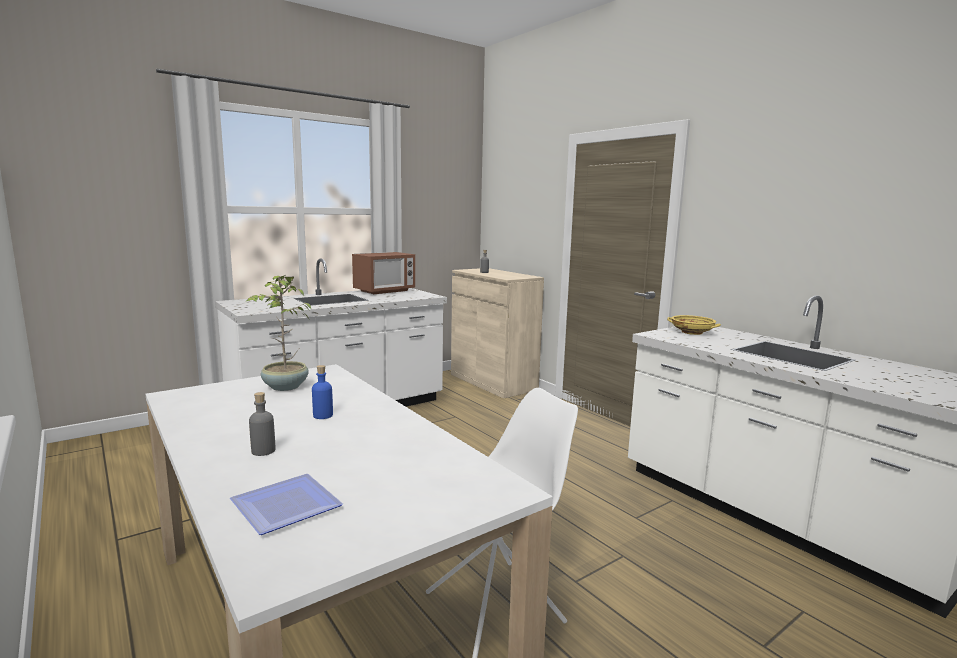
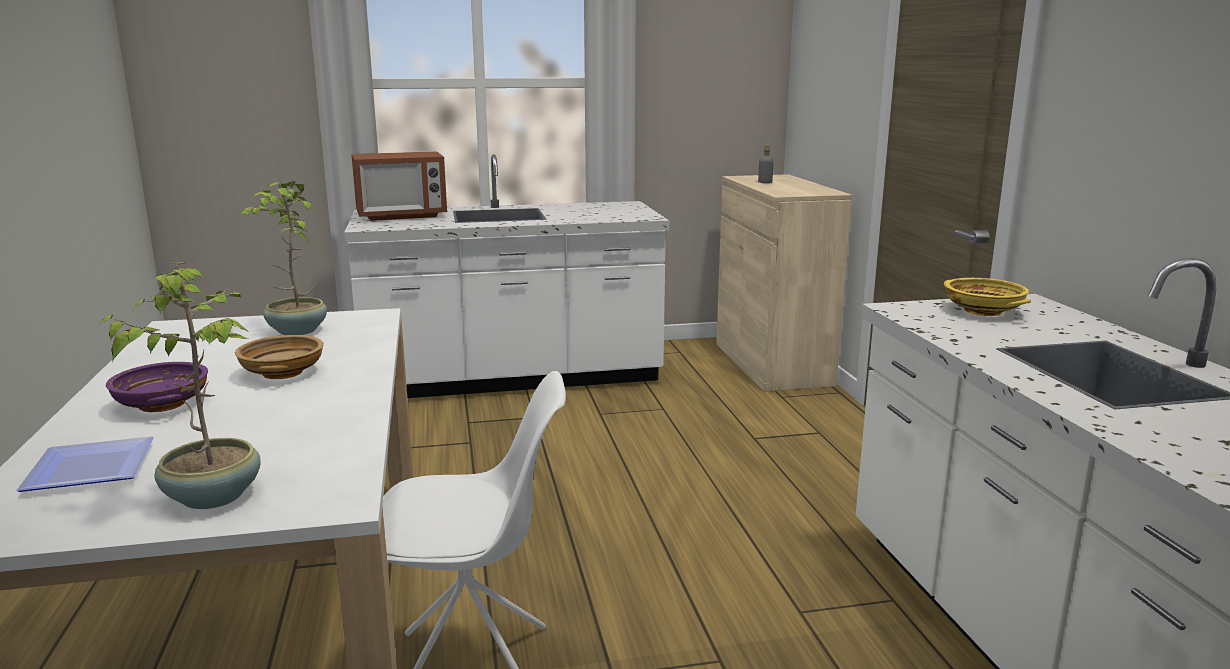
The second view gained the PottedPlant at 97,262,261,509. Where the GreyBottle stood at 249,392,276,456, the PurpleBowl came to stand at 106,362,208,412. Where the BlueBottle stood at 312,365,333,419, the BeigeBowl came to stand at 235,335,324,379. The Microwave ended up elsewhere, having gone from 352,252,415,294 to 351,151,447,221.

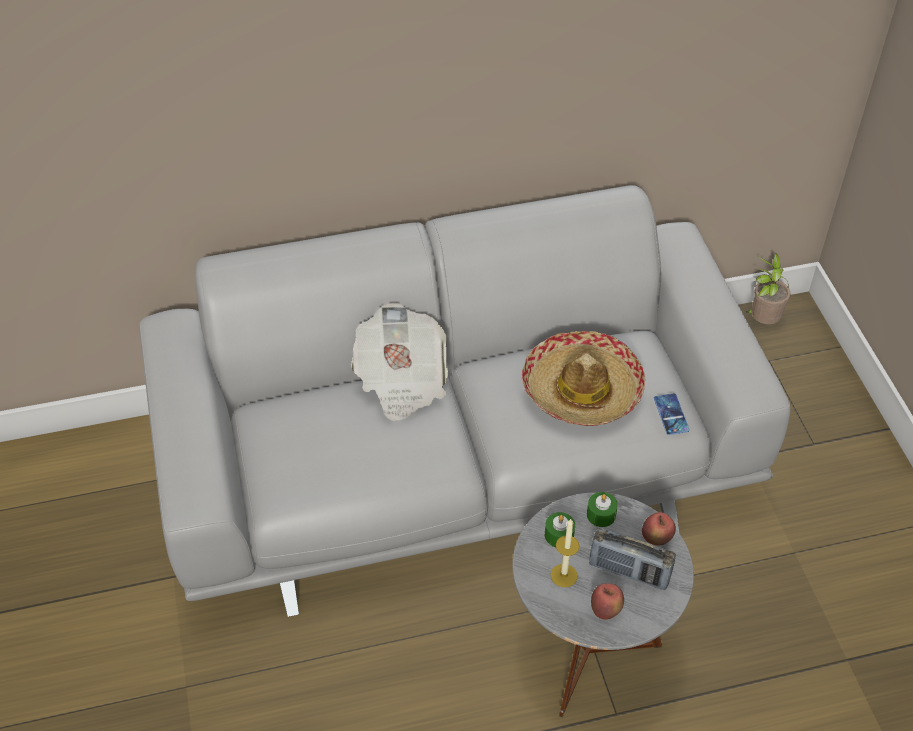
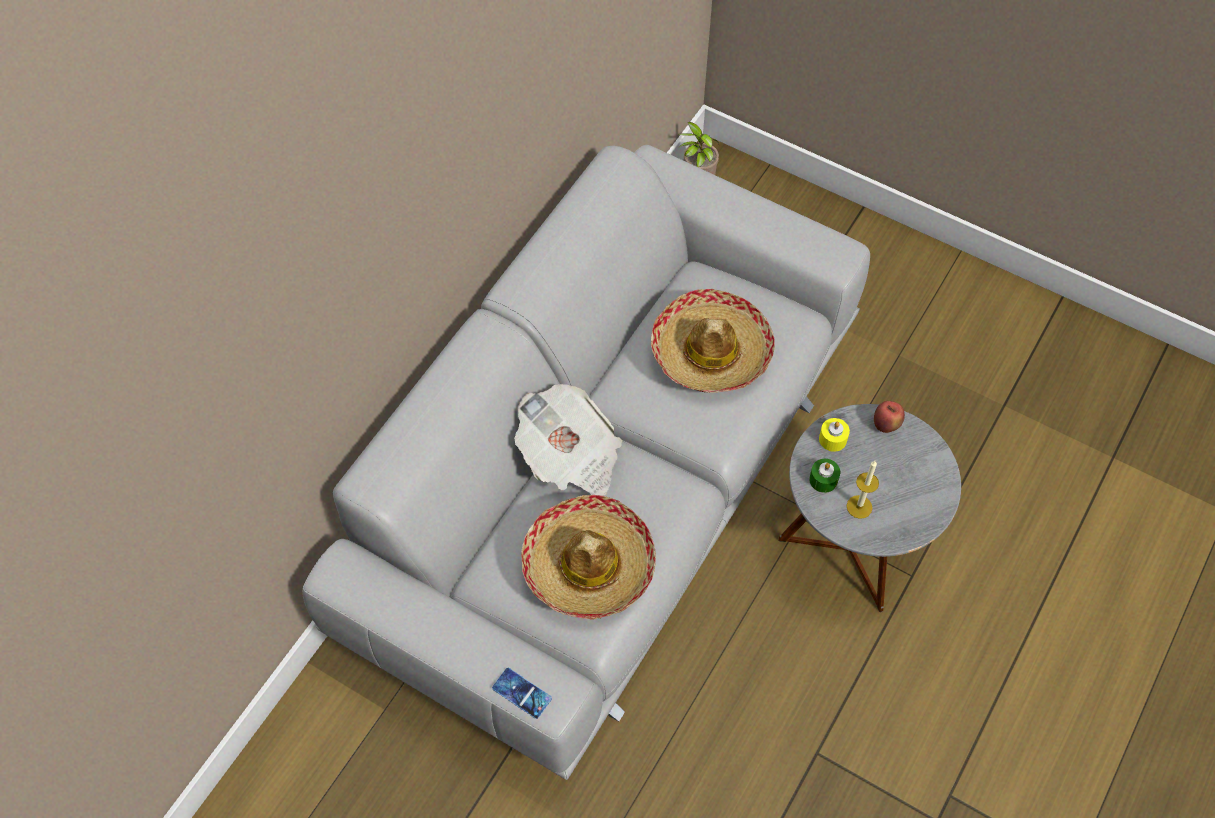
The Phone ended up elsewhere, having gone from 654,393,690,435 to 492,668,552,719. The second view gained the Hat at 521,495,656,620. What was the GreenCandle at 587,492,618,527 turned into the YellowCandle at 819,418,850,452. The second view lost the Radio at 589,528,676,590. The second view lost the Apple at 591,583,624,620.

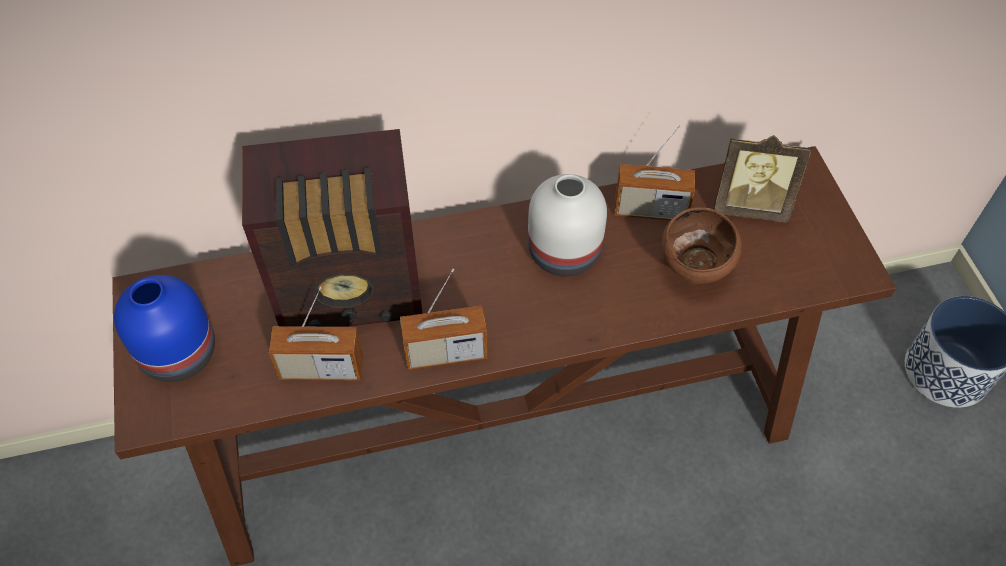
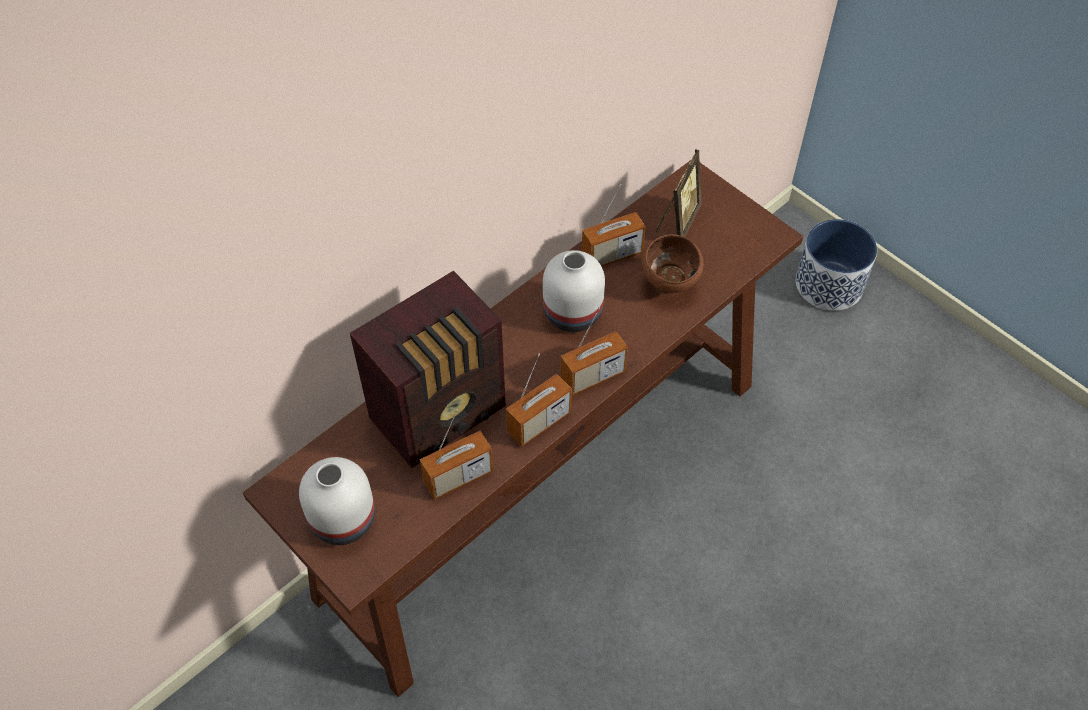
What was the BlueVase at 114,275,215,382 turned into the WhiteVase at 299,457,375,545. The second view gained the Radio at 560,307,628,396. The PictureFrame at 713,135,812,222 ended up facing another way, 45 degrees counterclockwise from before.

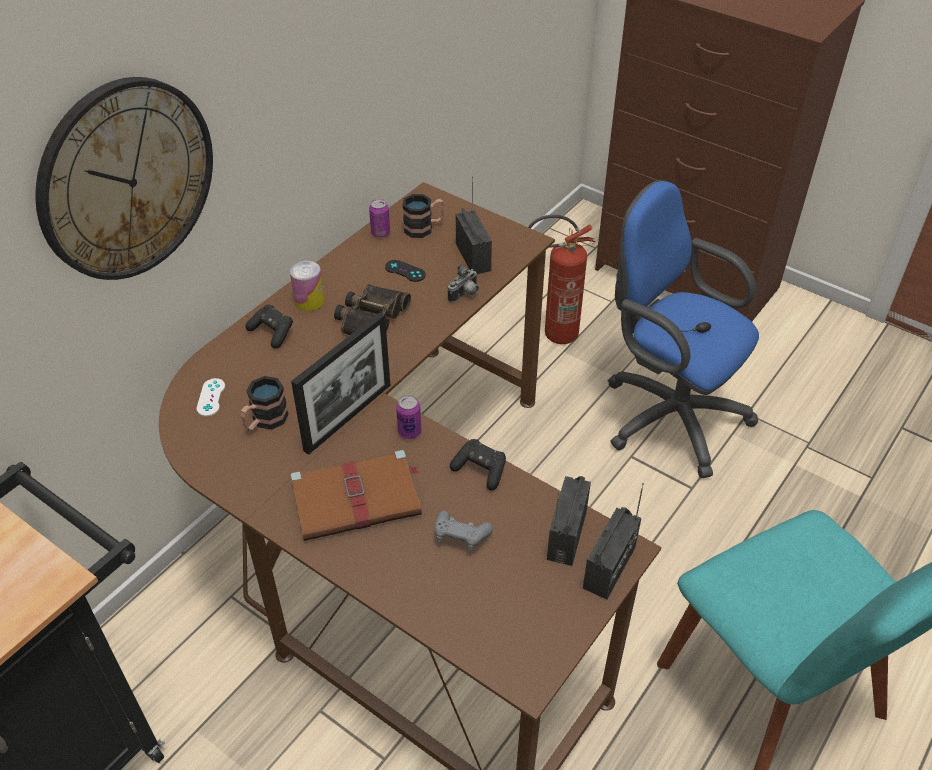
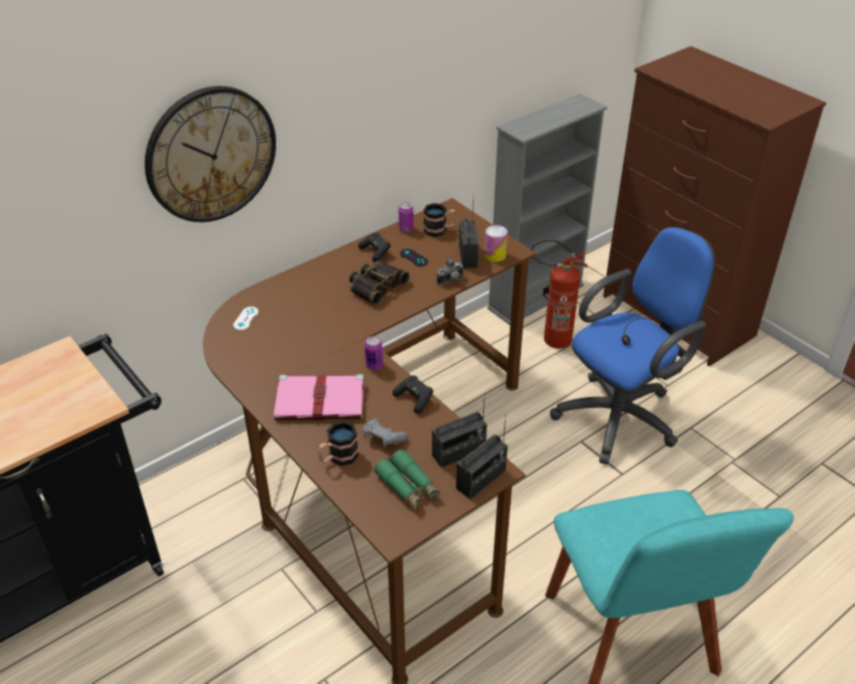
What was the BrownBook at 291,450,422,541 turned into the PinkBook at 274,374,371,420. The Mug ended up elsewhere, having gone from 241,376,289,431 to 318,421,358,466. The BlackGameController ended up elsewhere, having gone from 246,305,293,348 to 358,233,391,262. The second view gained the GreenBinoculars at 374,450,440,510. The Radio at 547,476,591,566 ended up facing another way, 150 degrees counterclockwise from before. The Can ended up elsewhere, having gone from 290,261,325,311 to 484,225,508,262. The second view gained the GreyBookcase at 487,94,607,325. The BlueOfficeChair at 607,180,759,478 ended up facing another way, 90 degrees clockwise from before. The second view lost the PictureFrame at 291,312,390,455.

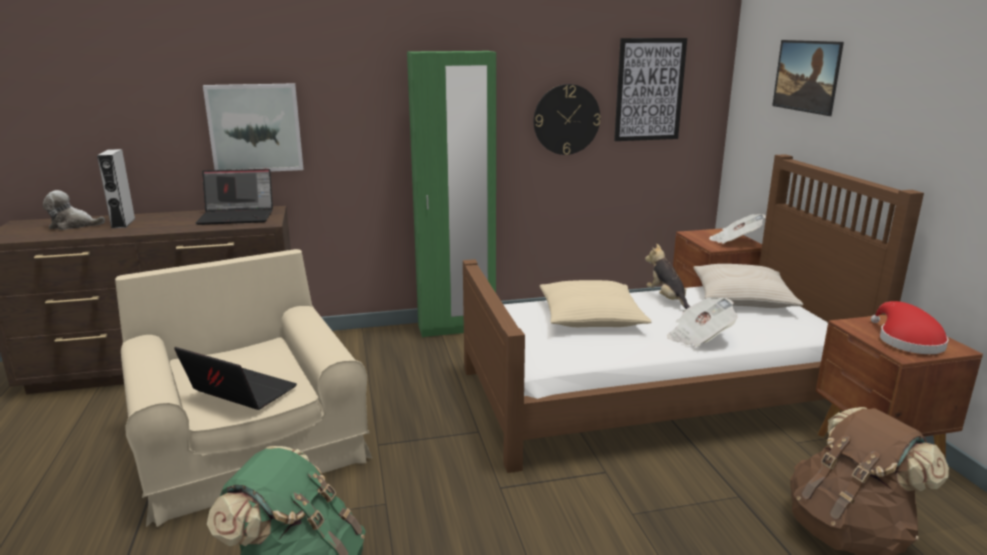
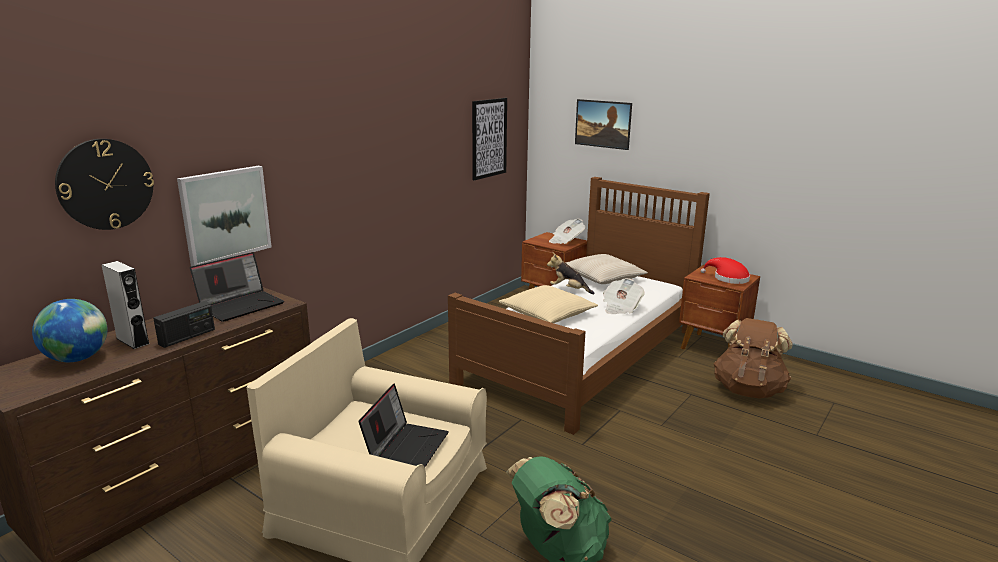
Where the PlushToy stood at 43,190,105,230, the Globe came to stand at 32,299,107,362. The WallClock ended up elsewhere, having gone from 534,84,600,155 to 55,139,154,230. The second view gained the Radio at 153,301,215,348. The Laptop at 174,347,297,410 ended up facing another way, 120 degrees clockwise from before. The second view lost the GreenWardrobe at 407,51,496,337.

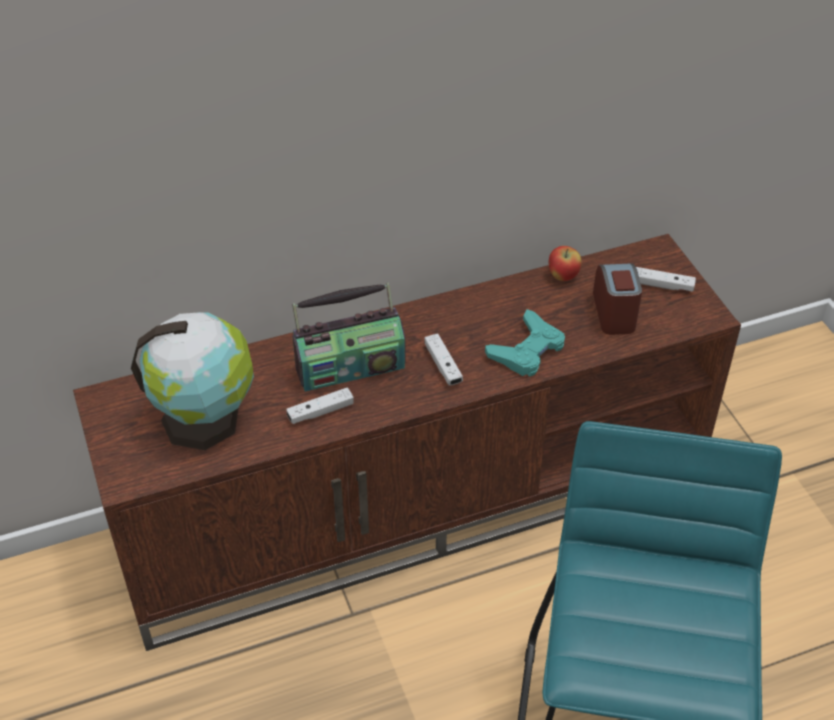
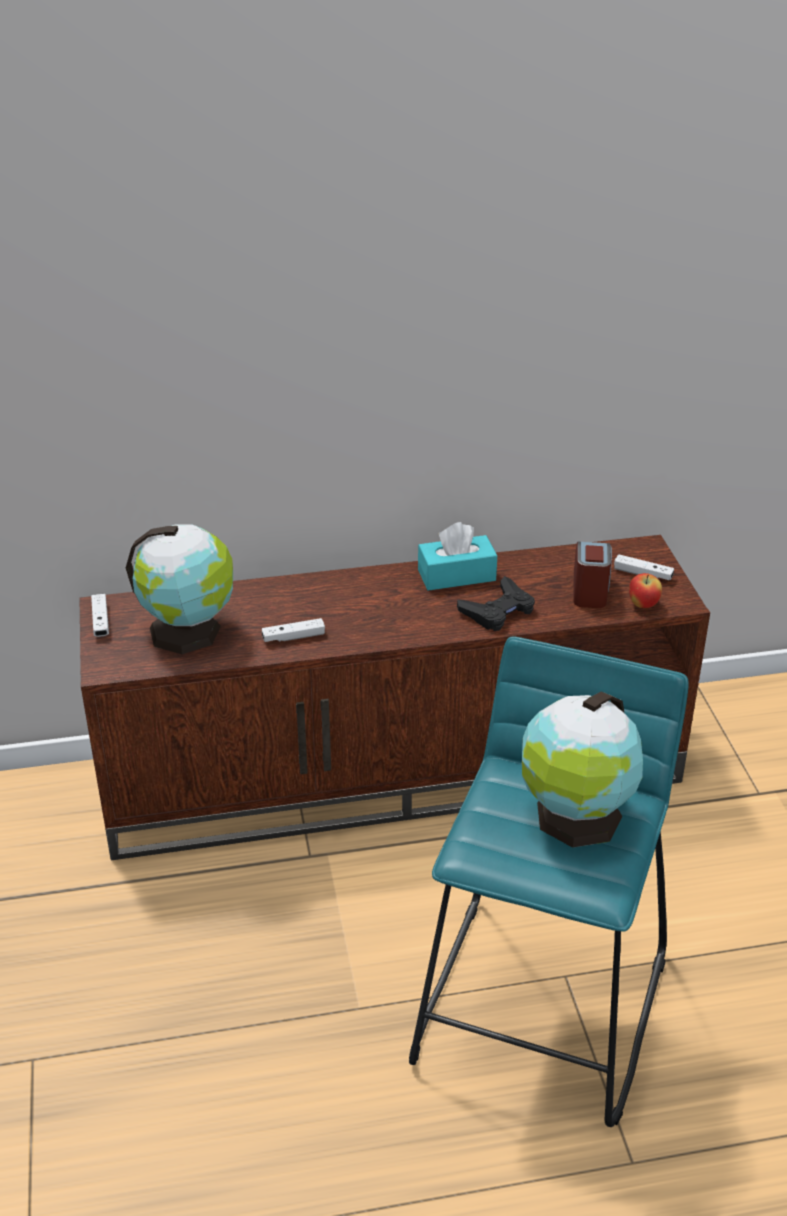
The WhiteGameController ended up elsewhere, having gone from 424,334,463,385 to 91,594,109,637. The second view gained the TurquoiseTissueBox at 418,522,497,591. What was the TurquoiseGameController at 485,309,565,377 turned into the BlackGameController at 457,576,535,631. The second view gained the Globe at 522,691,643,848. The Apple ended up elsewhere, having gone from 549,246,581,281 to 629,573,662,608. The second view lost the Radio at 292,283,406,391.

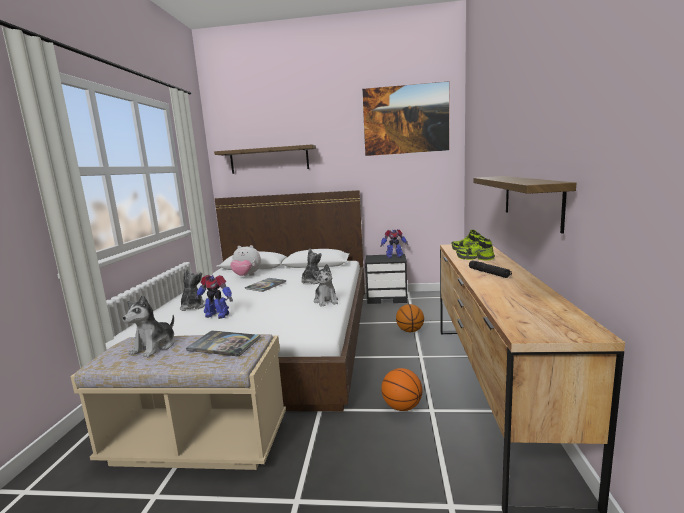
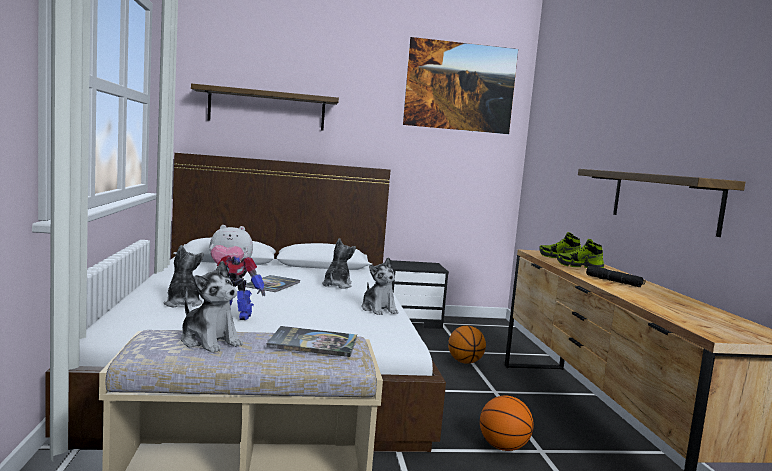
The PlushToy at 122,295,175,357 ended up facing another way, 60 degrees counterclockwise from before. The second view lost the ToyRobot at 380,229,408,258.

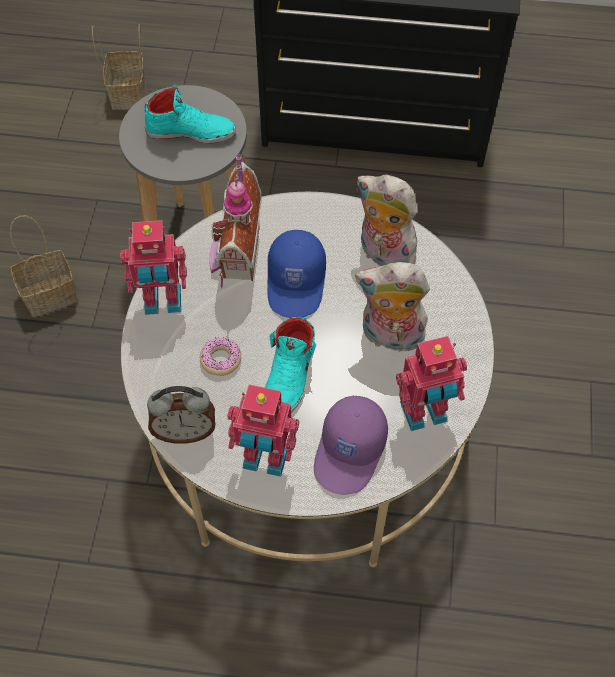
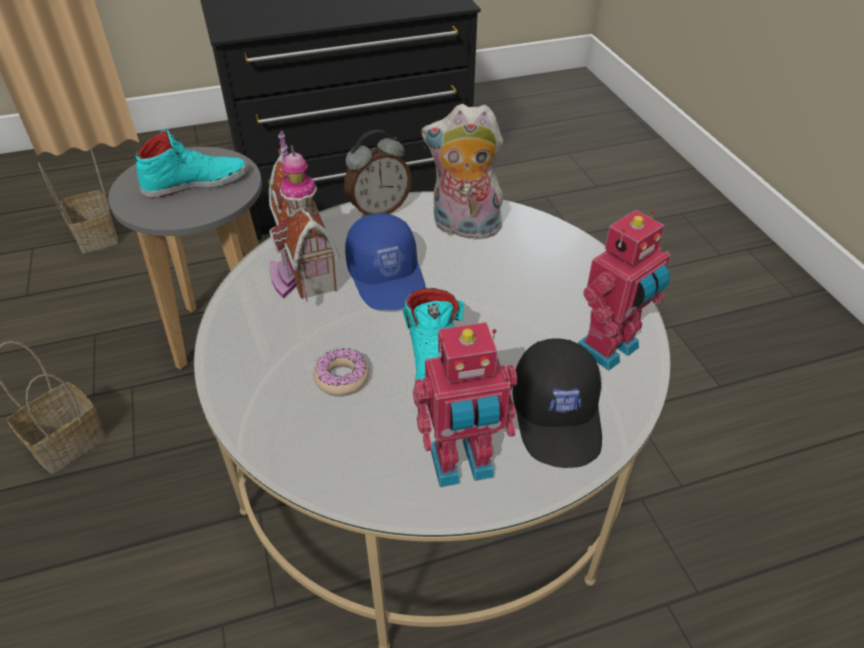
The AlarmClock ended up elsewhere, having gone from 147,386,215,444 to 344,130,412,217. What was the PurpleCap at 314,396,388,495 turned into the BlackCap at 513,338,602,468. The second view lost the ToyRobot at 120,220,187,315. The second view lost the PlushToy at 355,262,430,352.

